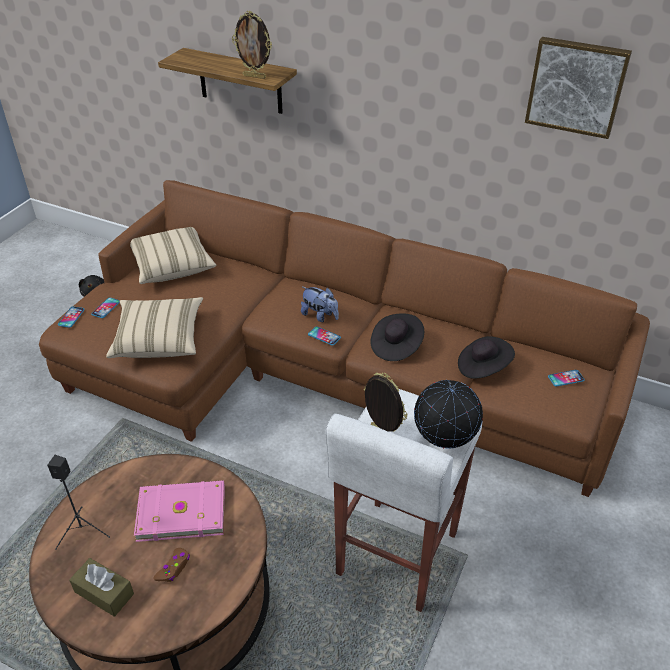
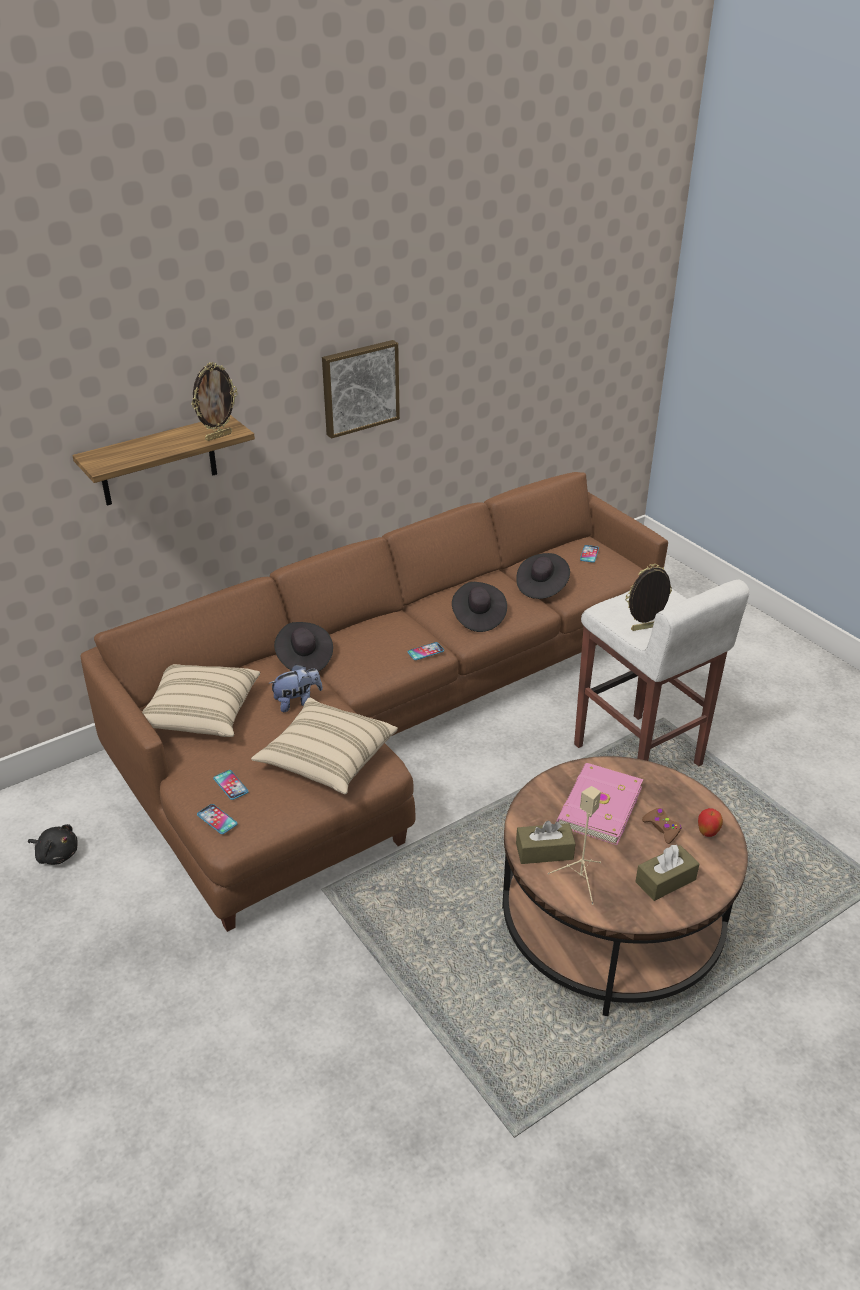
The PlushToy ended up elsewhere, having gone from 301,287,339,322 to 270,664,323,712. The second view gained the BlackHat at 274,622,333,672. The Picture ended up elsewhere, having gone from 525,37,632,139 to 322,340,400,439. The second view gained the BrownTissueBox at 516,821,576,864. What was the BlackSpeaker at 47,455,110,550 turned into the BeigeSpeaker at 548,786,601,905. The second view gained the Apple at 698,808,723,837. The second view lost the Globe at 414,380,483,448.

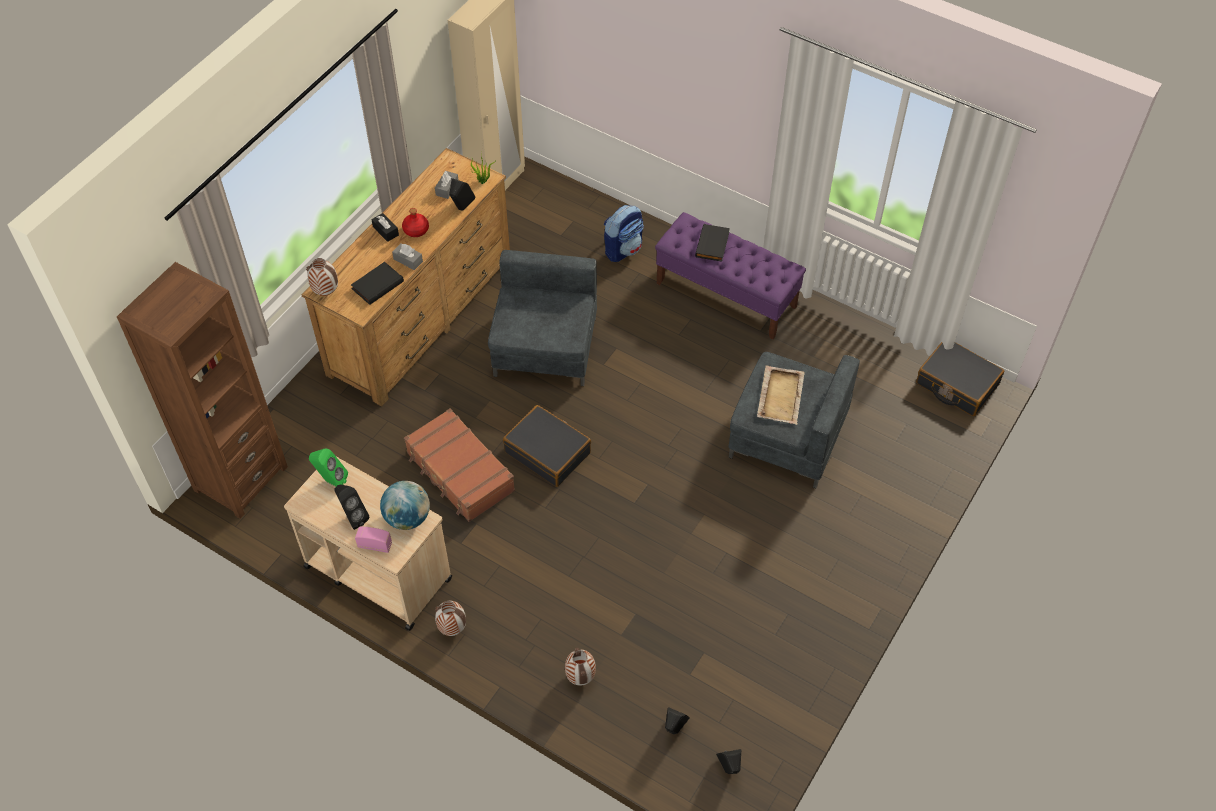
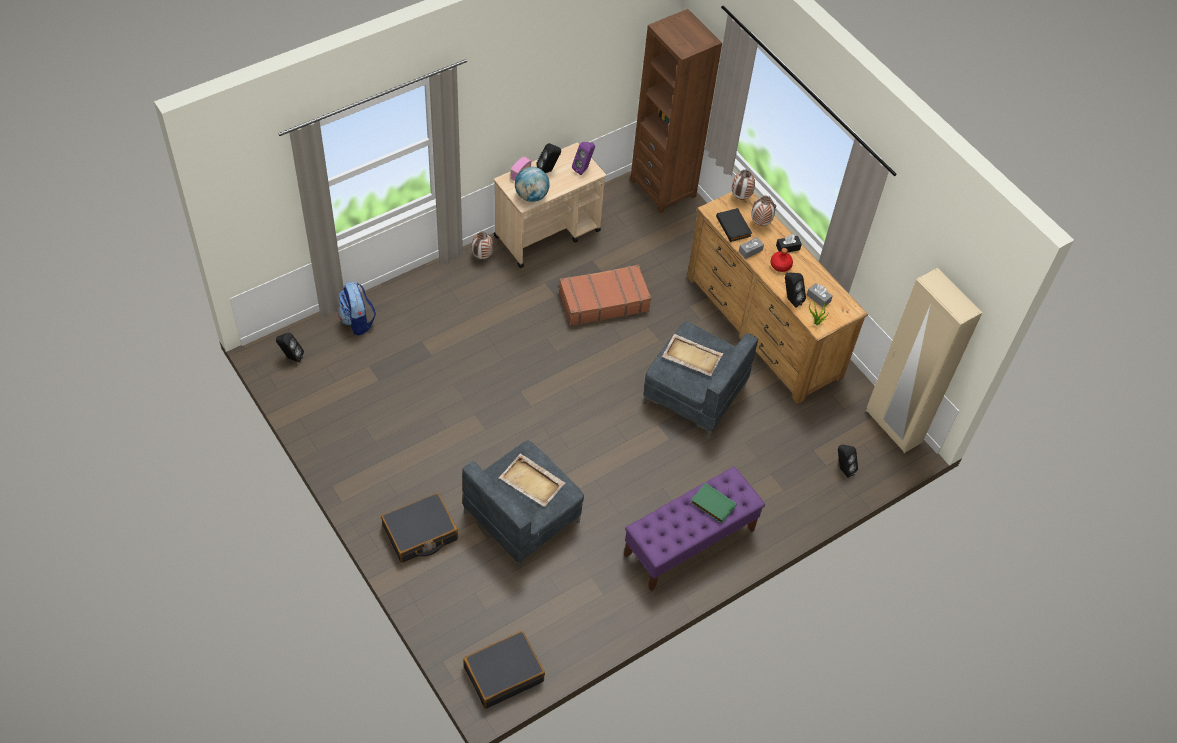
The Backpack ended up elsewhere, having gone from 604,205,644,262 to 338,281,376,336. The BlackSuitcase ended up elsewhere, having gone from 503,405,591,487 to 381,493,458,563. What was the GreenSpeaker at 309,449,348,486 turned into the PurpleSpeaker at 572,142,595,175. The second view gained the BeigeTray at 662,334,723,376. What was the BlackBook at 695,224,730,262 turned into the GreenBook at 690,483,737,524. The Vase ended up elsewhere, having gone from 565,648,596,686 to 751,196,776,226. The BlackSpeaker ended up elsewhere, having gone from 665,707,690,734 to 838,444,858,478.

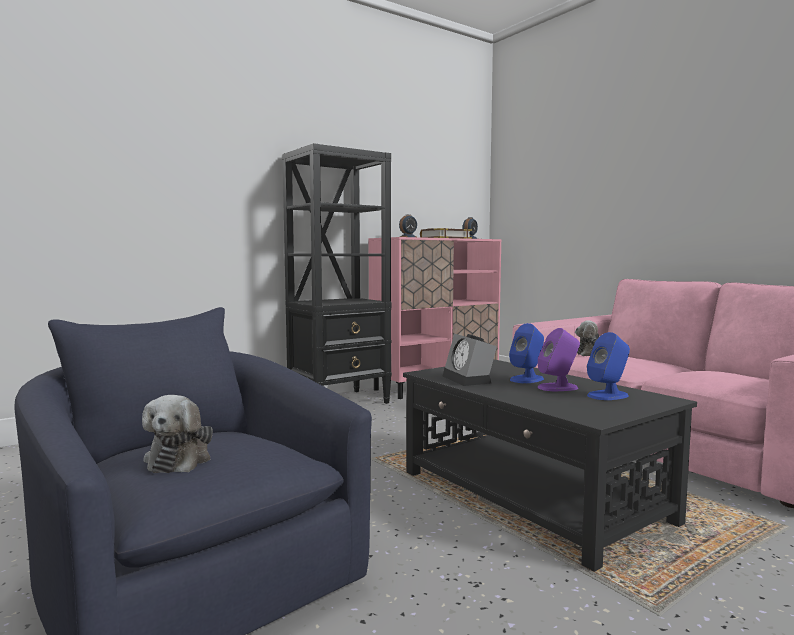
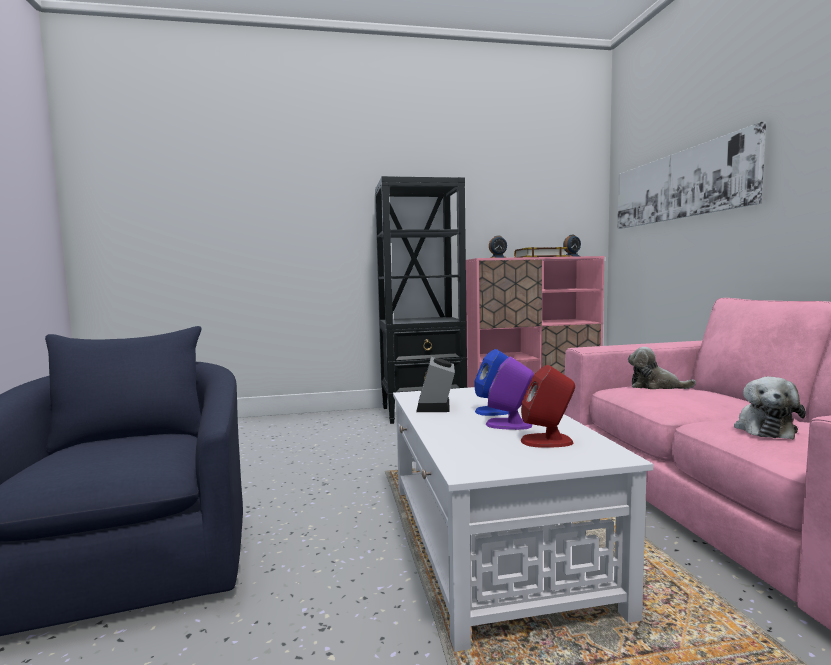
What was the BlackCoffeeTable at 403,359,697,572 turned into the WhiteCoffeeTable at 393,387,653,652. What was the BlueSpeaker at 587,332,630,400 turned into the RedSpeaker at 521,365,575,448. The second view gained the Picture at 618,122,766,229. The PlushToy ended up elsewhere, having gone from 142,395,213,473 to 734,376,806,439.

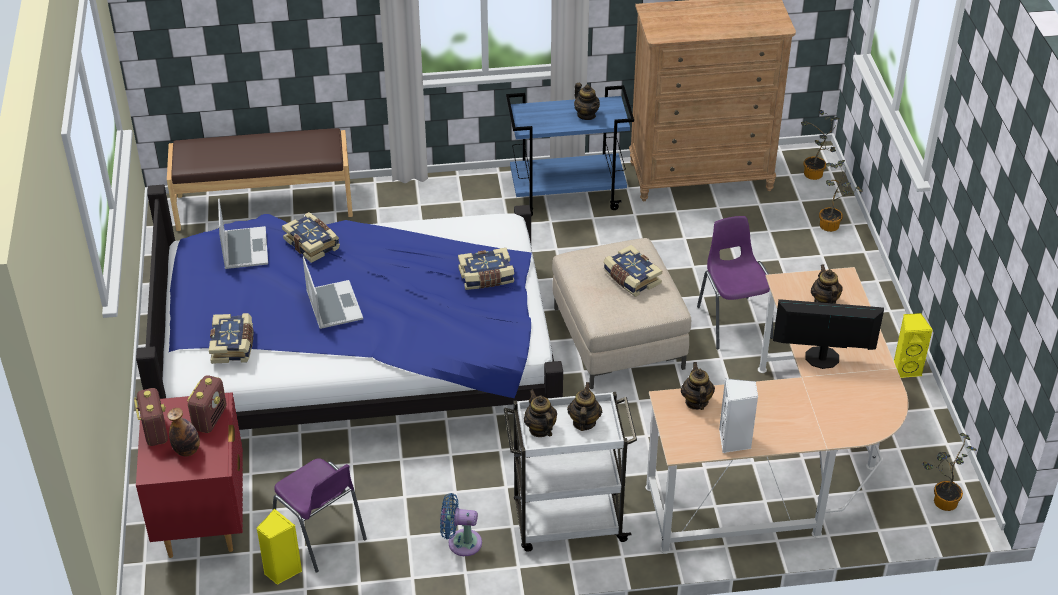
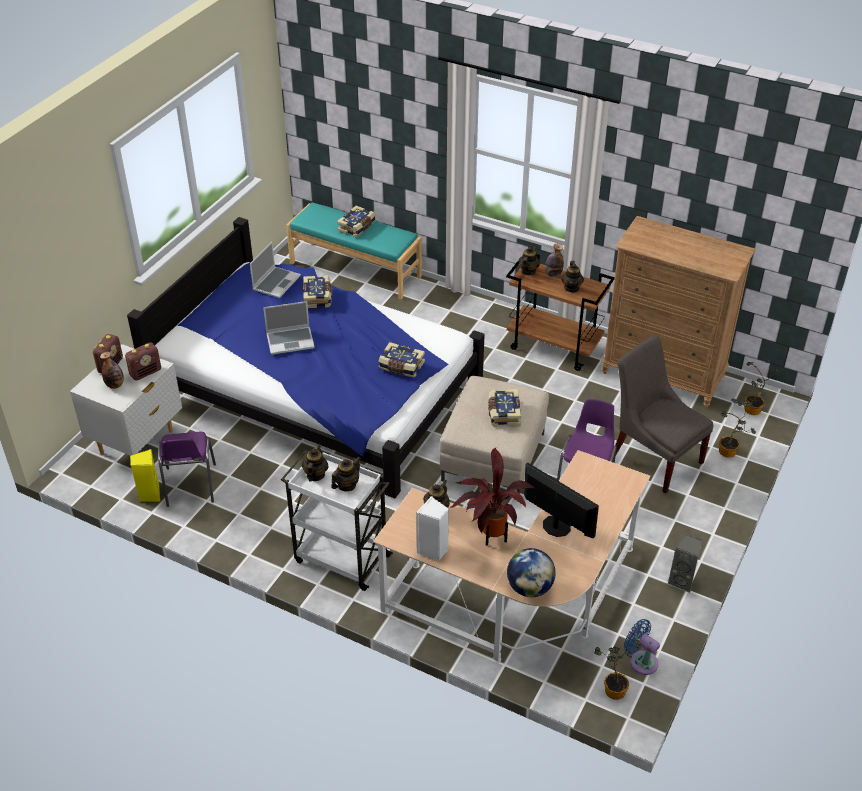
What was the RedNightstand at 136,392,243,558 turned into the WhiteNightstand at 70,344,182,455. The Laptop at 303,256,363,329 ended up facing another way, 60 degrees clockwise from before. What was the BrownBench at 167,128,353,231 turned into the TurquoiseBench at 286,202,422,300. The Book ended up elsewhere, having gone from 209,313,253,364 to 337,206,375,237. The second view gained the PottedPlant at 451,448,536,546. What was the BlueCart at 506,85,634,216 turned into the BrownCart at 506,254,615,371. The second view gained the Globe at 507,548,556,597. The Teapot ended up elsewhere, having gone from 811,264,843,304 to 519,246,540,275. The second view gained the Bottle at 545,244,564,277. The second view gained the GreyChair at 615,335,714,494. The BlueFan ended up elsewhere, having gone from 440,493,482,556 to 624,619,660,675. What was the YellowSpeaker at 894,313,933,378 turned into the GreySpeaker at 668,535,702,593.

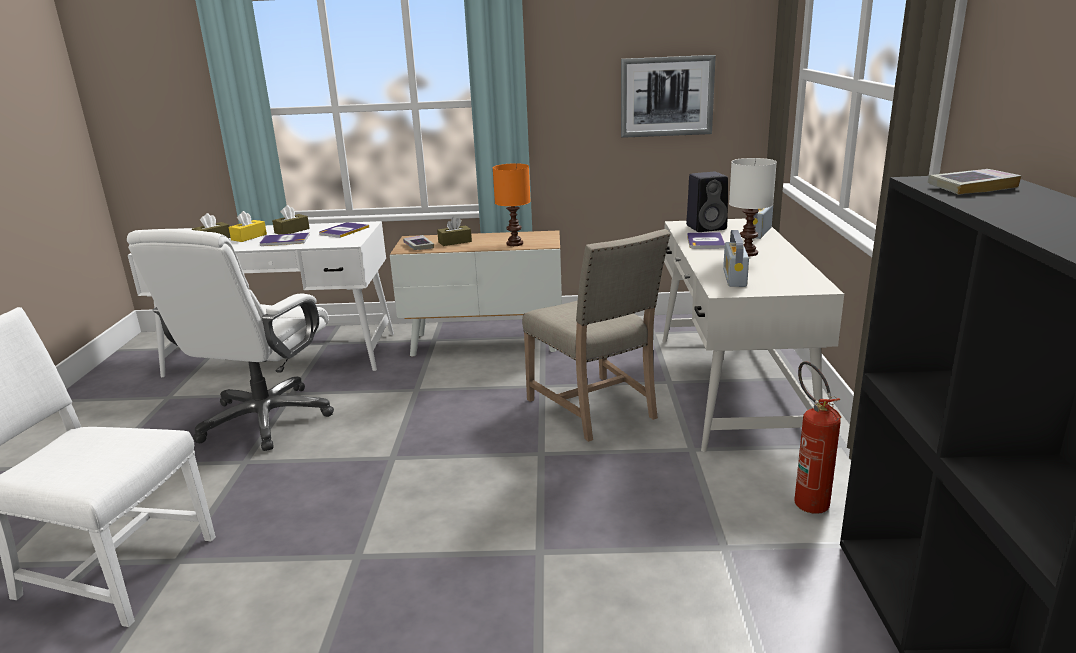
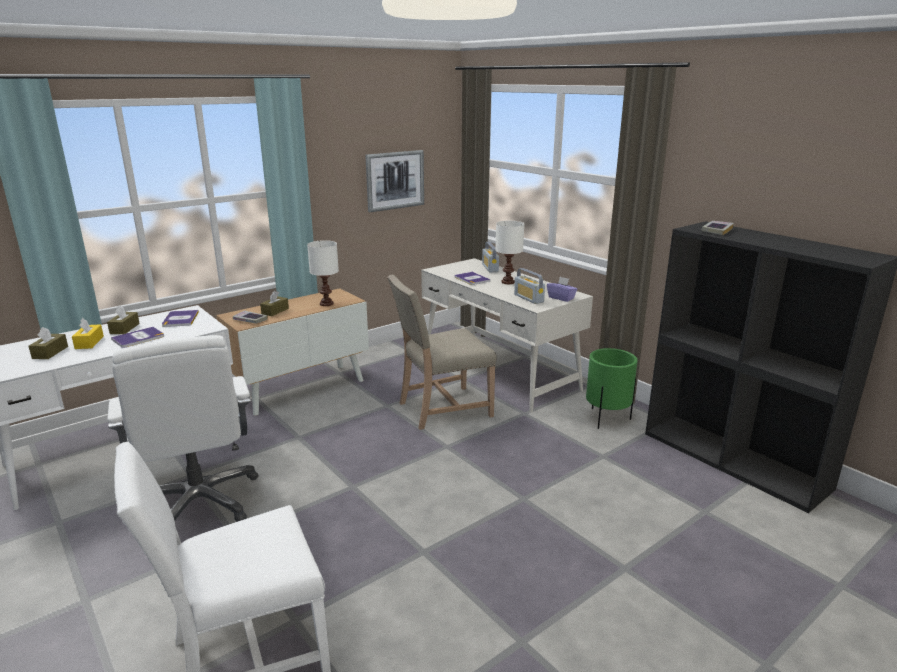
What was the OrangeTableLamp at 493,163,531,246 turned into the WhiteTableLamp at 307,240,339,306. The BeigeChair at 522,229,670,442 ended up facing another way, 135 degrees clockwise from before. The second view gained the PurpleTissueBox at 547,277,578,302. Where the FireExtinguisher stood at 794,361,842,514, the GreenPlanter came to stand at 586,348,638,429. The second view lost the BlackSpeaker at 686,172,728,232.

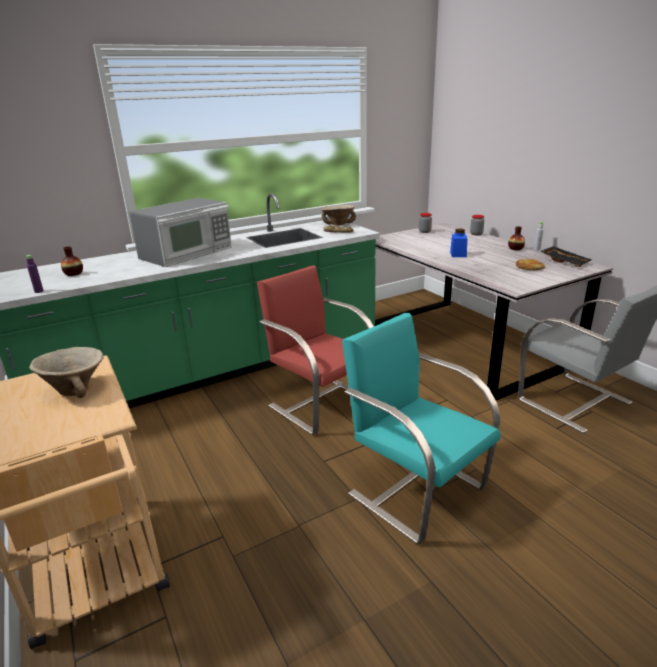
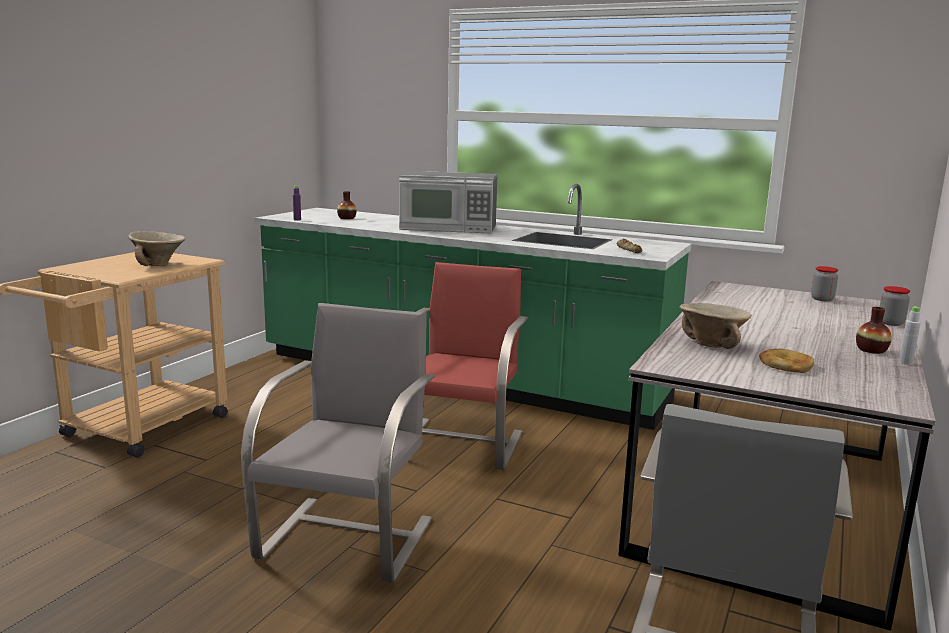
What was the TurquoiseChair at 342,313,501,544 turned into the GreyChair at 241,303,435,583. The BeigeBowl ended up elsewhere, having gone from 321,205,356,225 to 679,303,752,349. The second view lost the BlueJar at 450,229,468,257. The second view lost the BlackTray at 540,246,592,267.

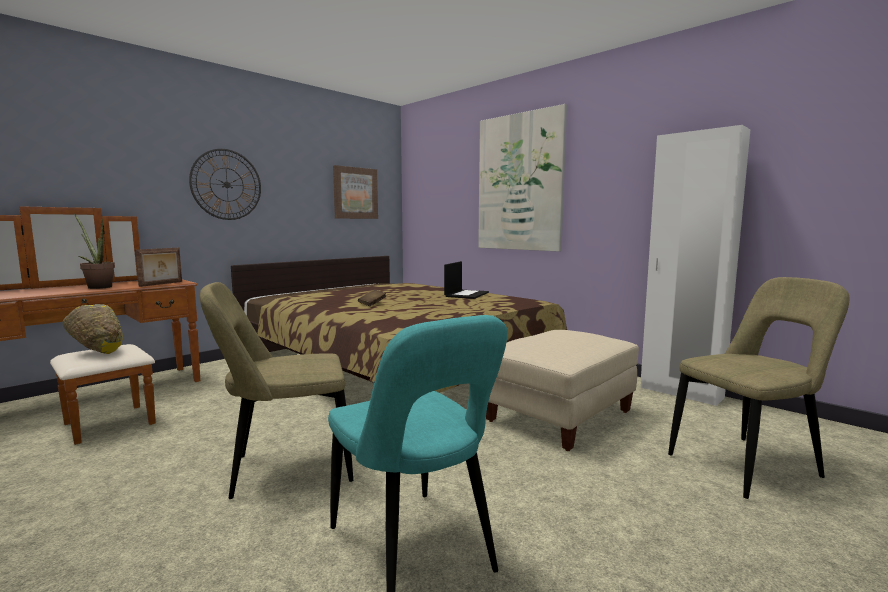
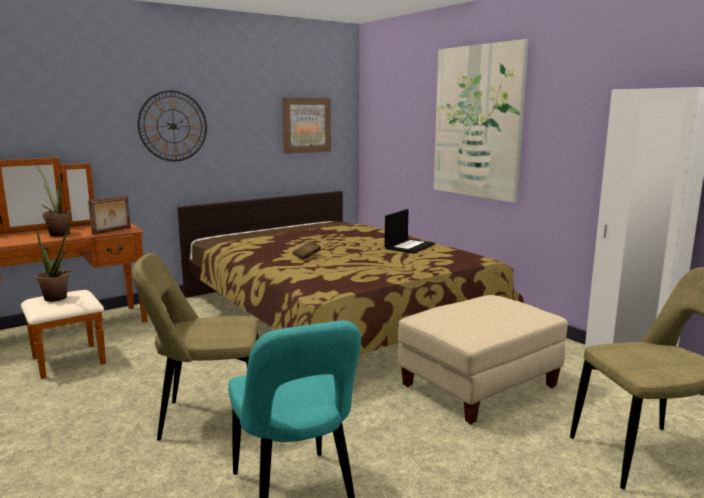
Where the YellowBowl stood at 63,304,123,354, the PottedPlant came to stand at 36,227,73,302.

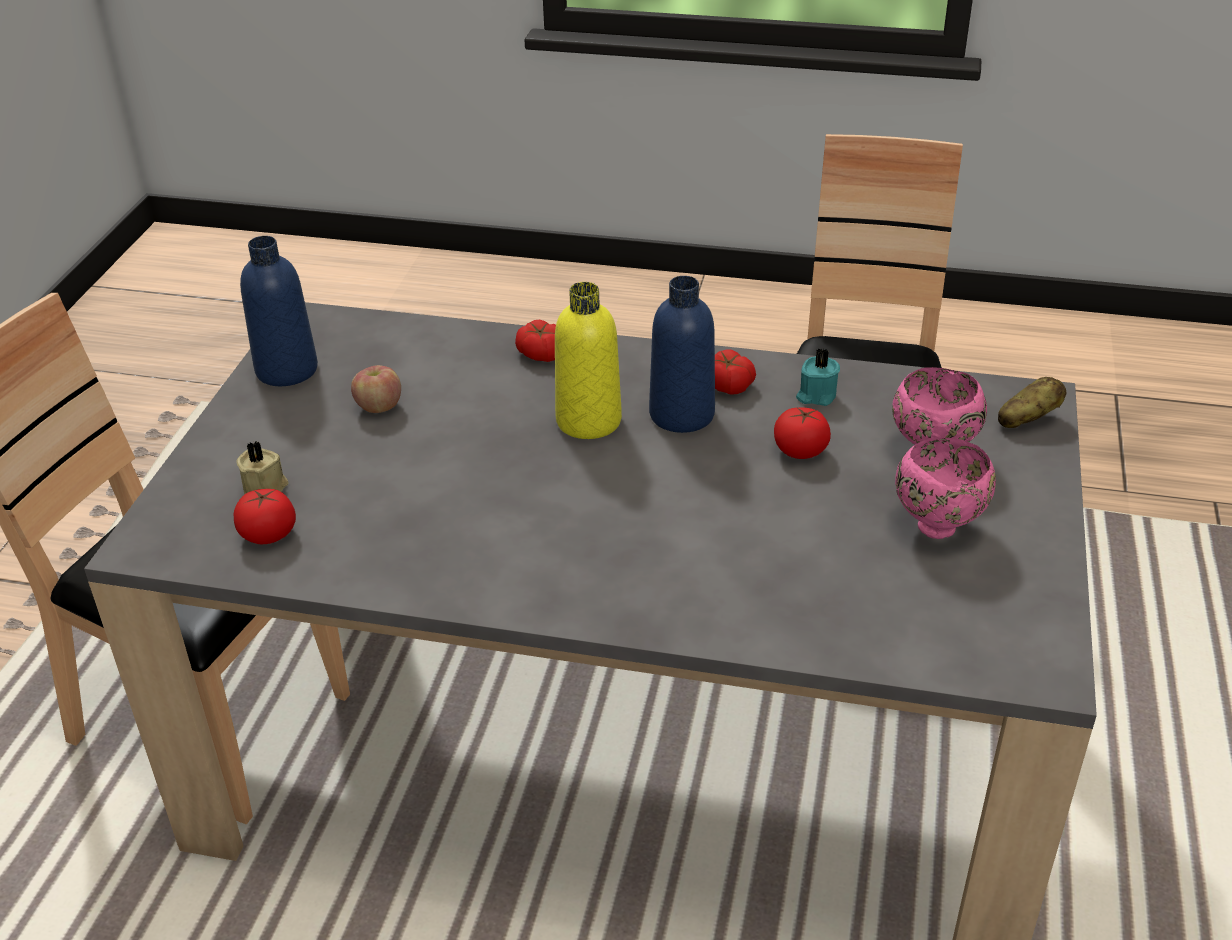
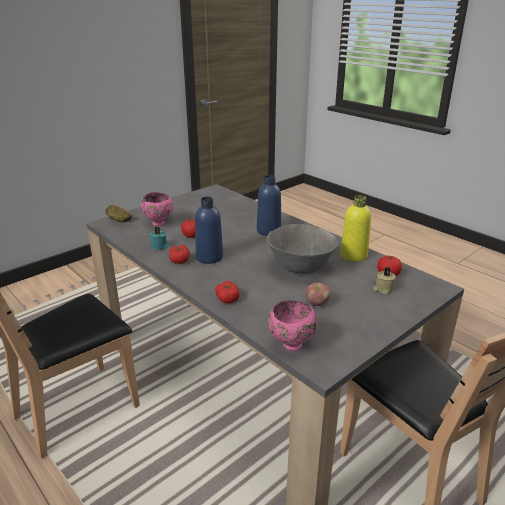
The BlueBottle ended up elsewhere, having gone from 240,236,318,386 to 257,175,281,236. The second view gained the GreyBowl at 267,224,338,274. The PinkBowl ended up elsewhere, having gone from 895,438,996,539 to 268,301,318,351. The YellowBottle ended up elsewhere, having gone from 555,282,622,439 to 340,195,371,262.

